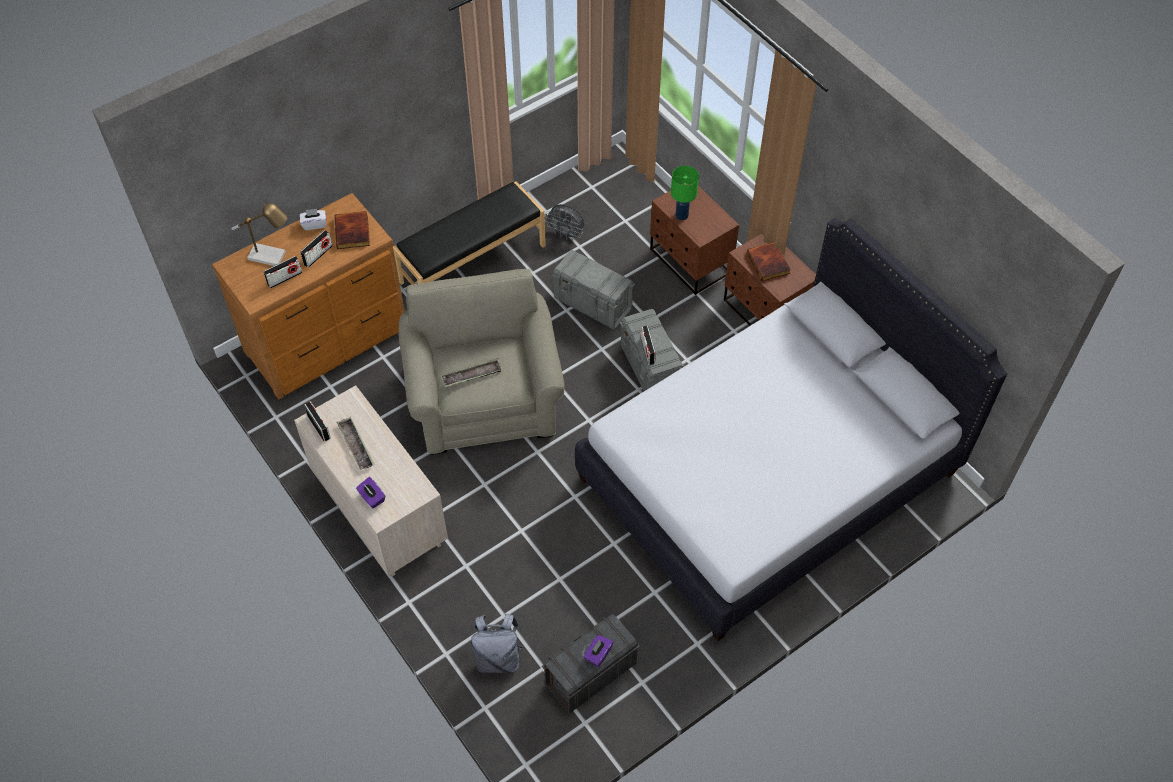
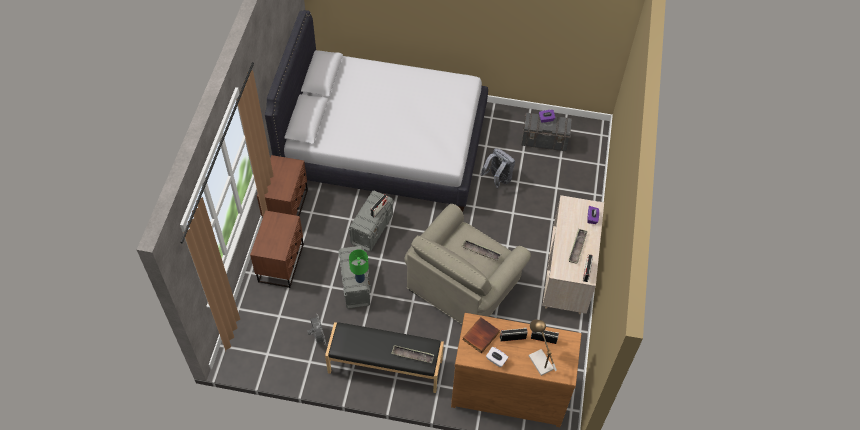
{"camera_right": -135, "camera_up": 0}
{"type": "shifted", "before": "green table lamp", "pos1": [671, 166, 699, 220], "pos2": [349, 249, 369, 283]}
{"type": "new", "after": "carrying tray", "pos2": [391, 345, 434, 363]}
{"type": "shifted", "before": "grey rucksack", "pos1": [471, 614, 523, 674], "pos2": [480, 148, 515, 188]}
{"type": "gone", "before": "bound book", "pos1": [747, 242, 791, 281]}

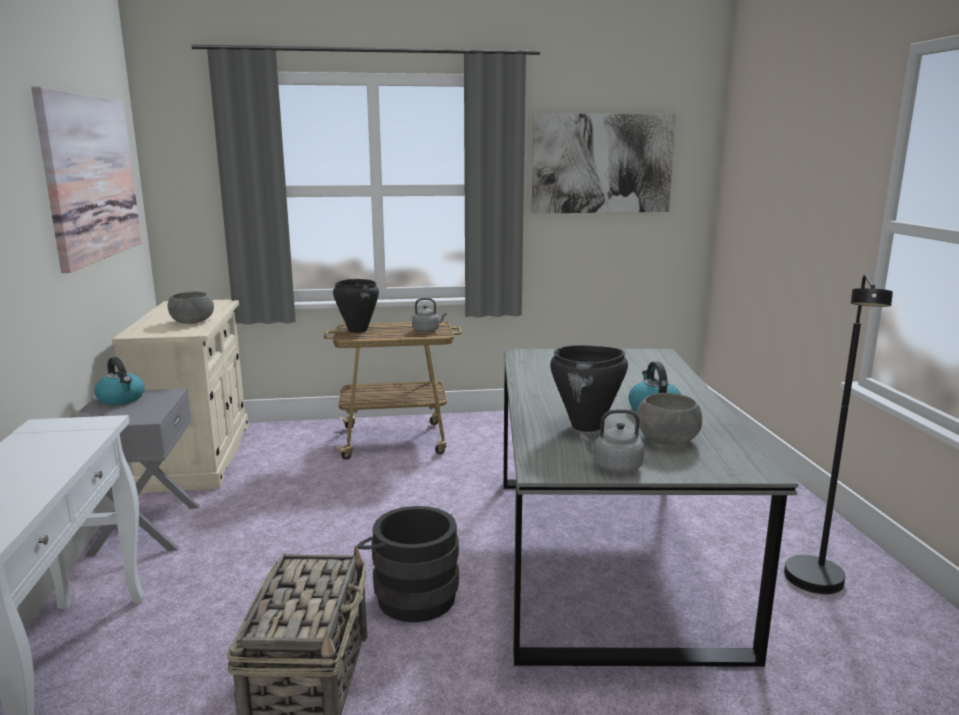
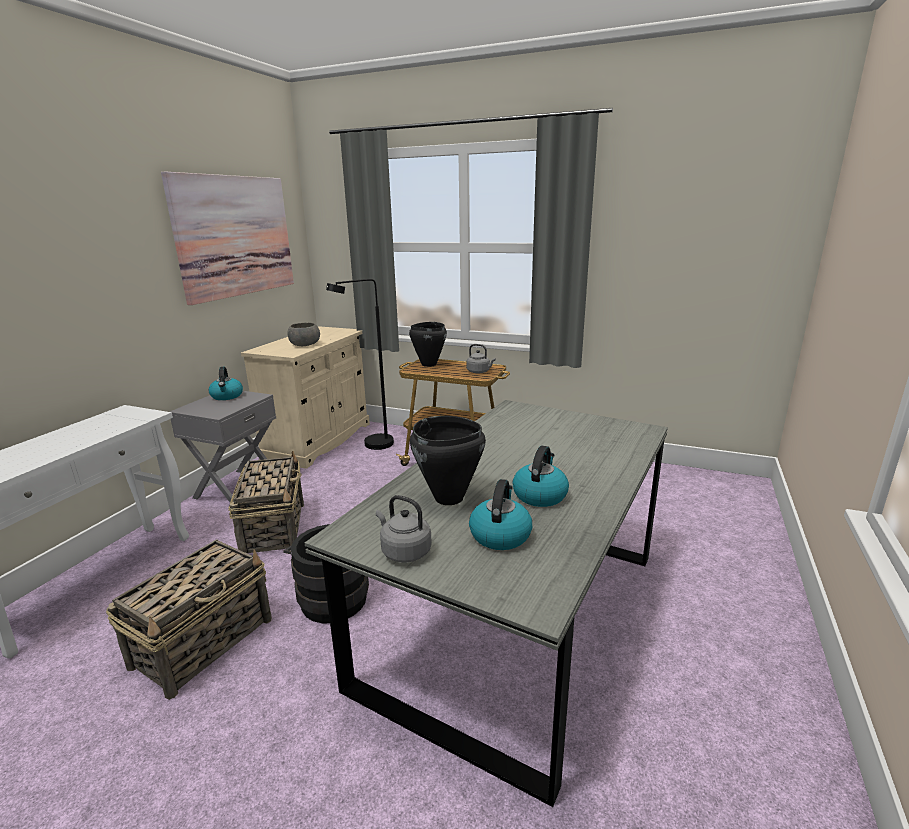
{"camera_right": 30, "camera_up": 5}
{"type": "new", "after": "storage basket", "pos2": [228, 451, 304, 554]}
{"type": "shifted", "before": "black standing lamp", "pos1": [784, 274, 893, 594], "pos2": [326, 279, 394, 450]}
{"type": "swapped", "before": "grey deep dish", "after": "tea kettle", "pos1": [637, 393, 702, 445], "pos2": [469, 479, 532, 550]}
{"type": "gone", "before": "picture", "pos1": [531, 113, 676, 214]}

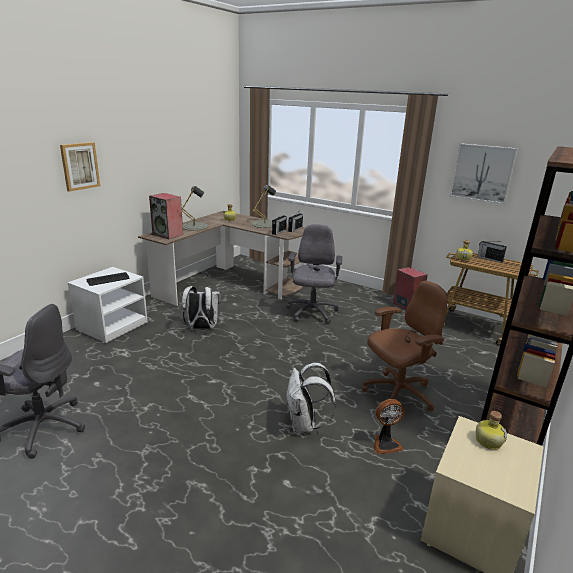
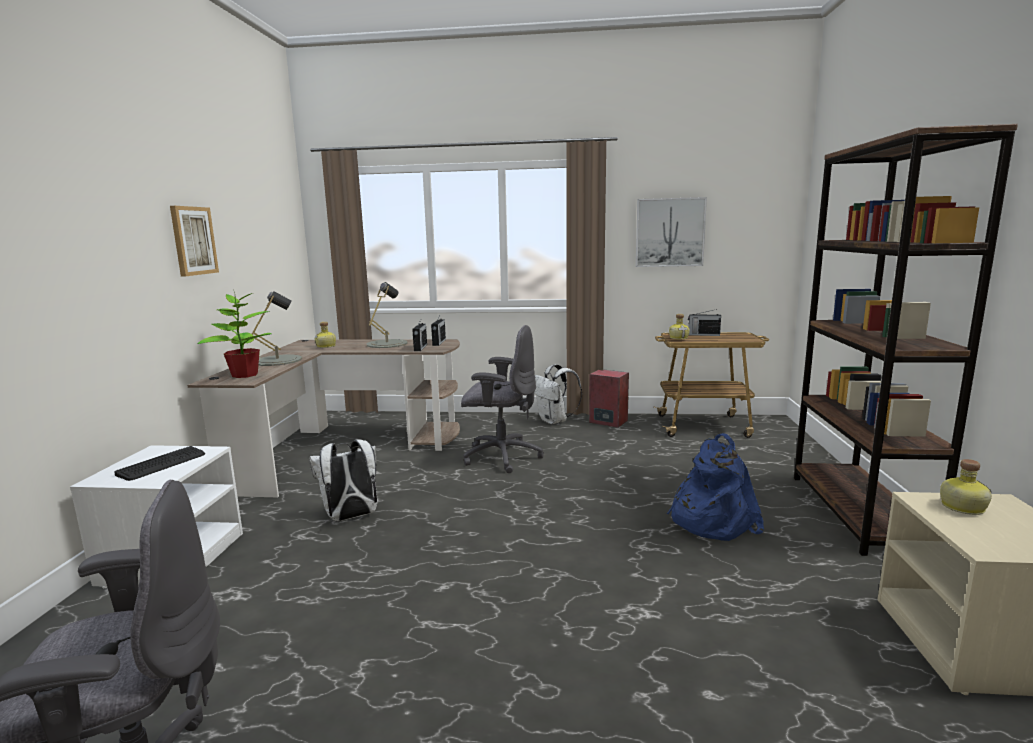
{"camera_right": -25, "camera_up": -10}
{"type": "shifted", "before": "picture", "pos1": [60, 142, 100, 192], "pos2": [170, 206, 219, 277]}
{"type": "swapped", "before": "audio speaker", "after": "plant in a pot", "pos1": [149, 193, 183, 239], "pos2": [197, 292, 272, 378]}
{"type": "rotated", "before": "grey desk chair", "pos1": [286, 224, 342, 324], "pos2": [461, 325, 544, 473], "turn": 120}
{"type": "shifted", "before": "whitish rucksack", "pos1": [286, 363, 336, 432], "pos2": [534, 364, 582, 424]}
{"type": "swapped", "before": "brown desk chair", "after": "blue-coloured rucksack", "pos1": [362, 281, 447, 412], "pos2": [667, 433, 764, 541]}
{"type": "gone", "before": "electric fan", "pos1": [374, 399, 405, 454]}

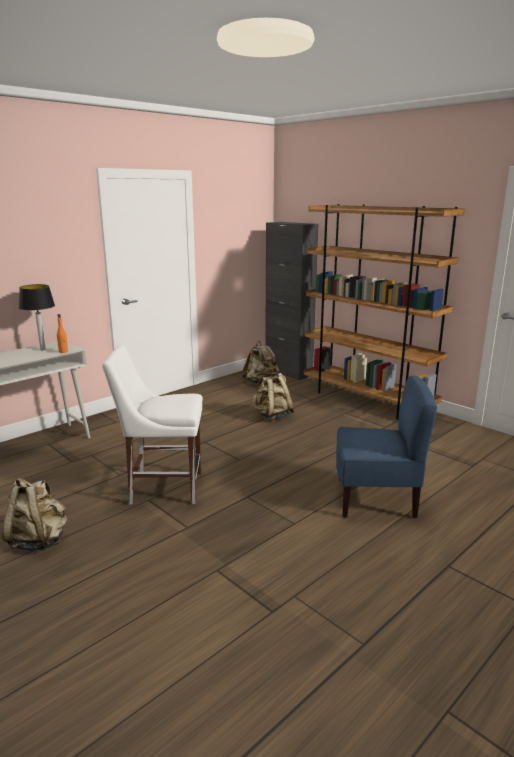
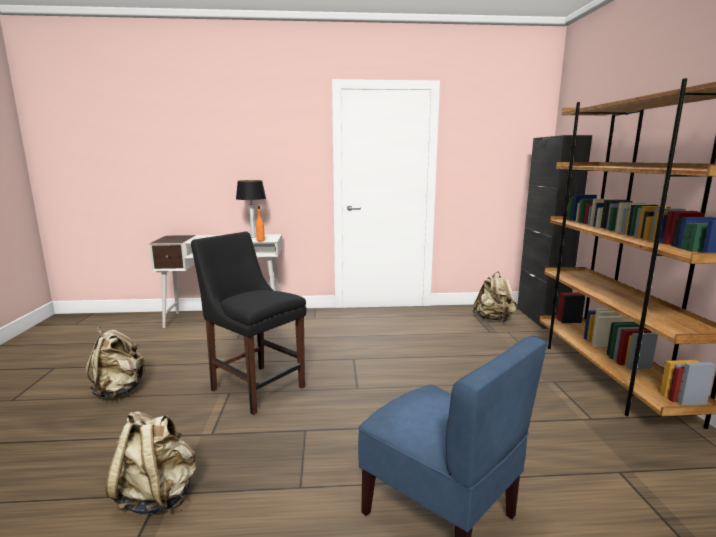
{"camera_right": 40, "camera_up": -5}
{"type": "shifted", "before": "sand-coloured rucksack", "pos1": [253, 372, 294, 421], "pos2": [106, 411, 196, 515]}
{"type": "repainted", "before": "whitish chair", "after": "black chair", "pos1": [102, 345, 203, 505], "pos2": [191, 232, 307, 415]}

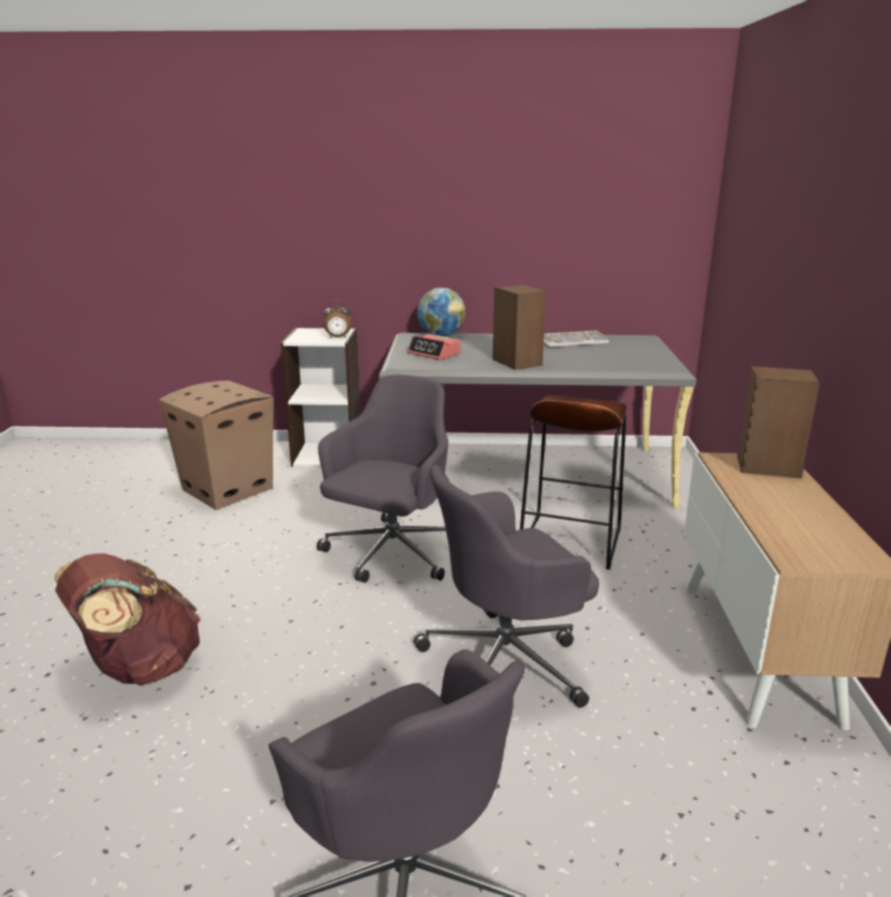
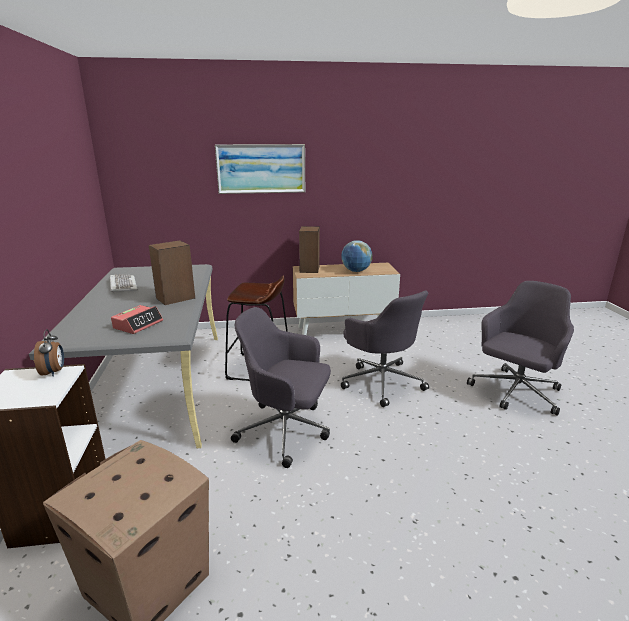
{"camera_right": -100, "camera_up": 0}
{"type": "new", "after": "picture", "pos2": [215, 144, 305, 194]}
{"type": "shifted", "before": "globe", "pos1": [417, 288, 465, 337], "pos2": [342, 240, 372, 272]}
{"type": "gone", "before": "brown rucksack", "pos1": [54, 553, 201, 685]}

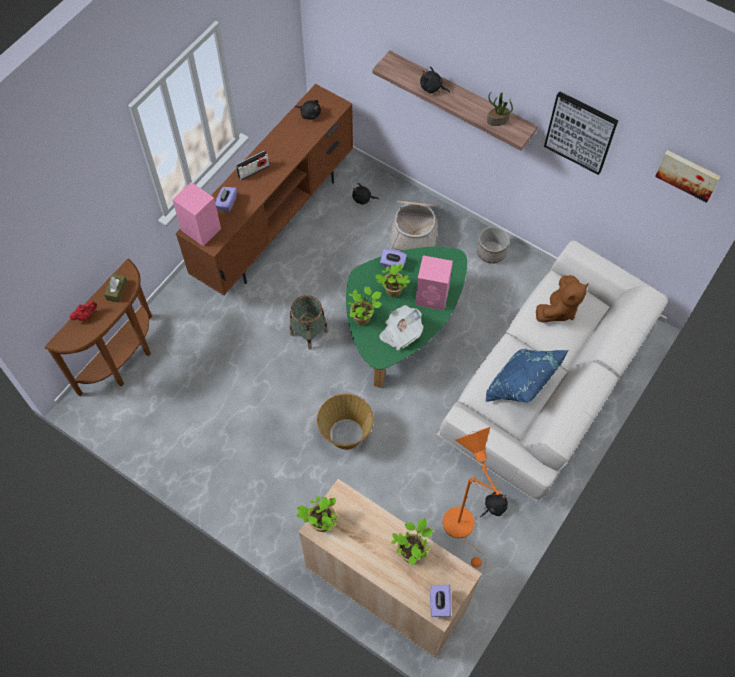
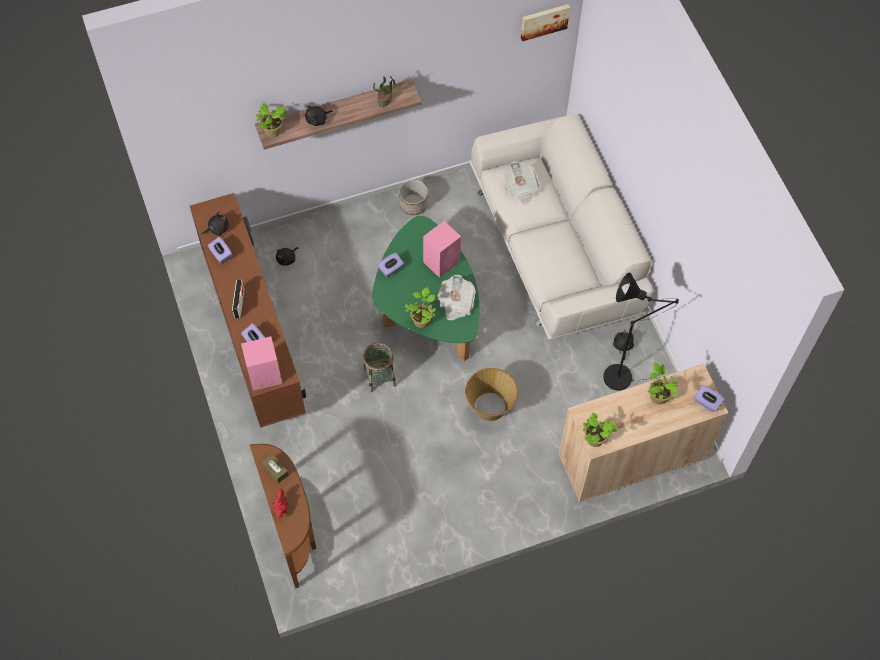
{"camera_right": -55, "camera_up": 0}
{"type": "new", "after": "purple tissue holder", "pos2": [208, 237, 232, 264]}
{"type": "shifted", "before": "plant in a pot", "pos1": [375, 264, 410, 297], "pos2": [256, 104, 288, 137]}
{"type": "swapped", "before": "brown soft toy", "after": "printed paper", "pos1": [536, 275, 589, 323], "pos2": [504, 161, 540, 205]}
{"type": "repainted", "before": "orangey standing lamp", "after": "black standing lamp", "pos1": [442, 427, 501, 569], "pos2": [603, 273, 679, 391]}
{"type": "gone", "before": "storage basket", "pos1": [390, 200, 439, 251]}
{"type": "gone", "before": "blue-coloured pillow", "pos1": [486, 348, 569, 403]}
{"type": "gone", "before": "picture", "pos1": [544, 91, 618, 175]}

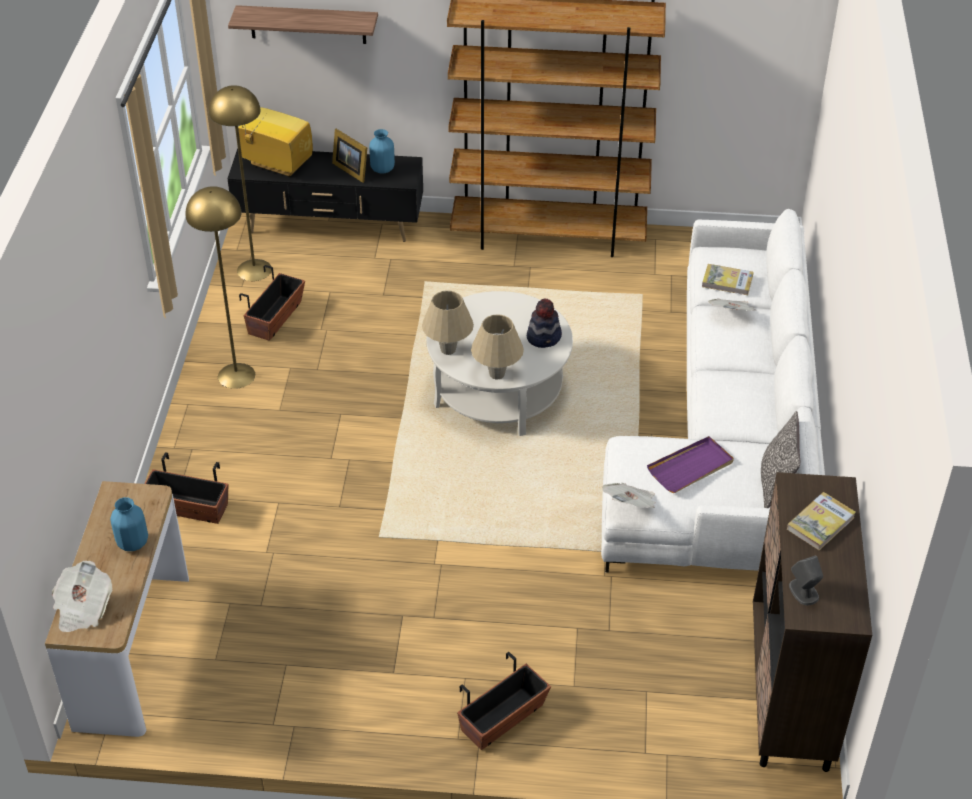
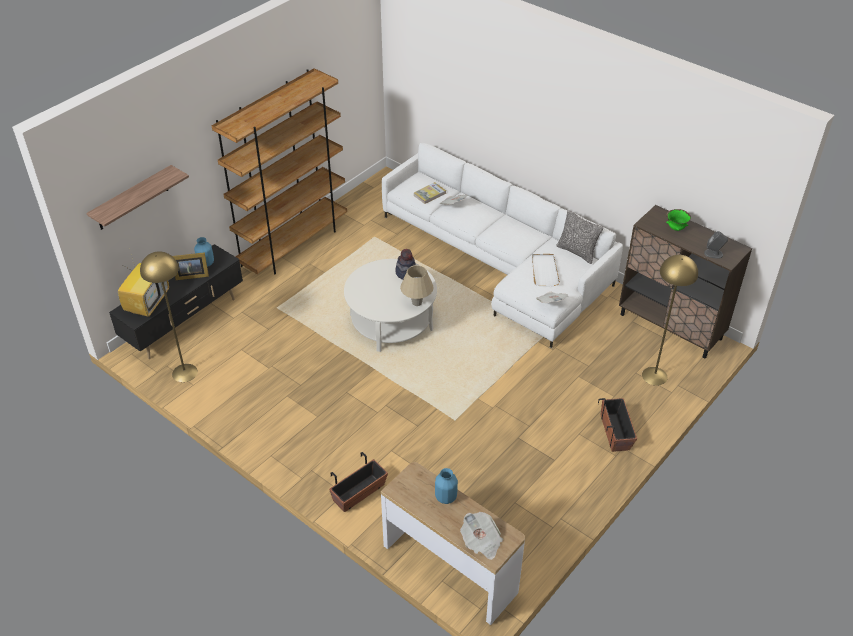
{"camera_right": -55, "camera_up": 0}
{"type": "rotated", "before": "TV set", "pos1": [238, 107, 313, 177], "pos2": [118, 255, 169, 317], "turn": 135}
{"type": "repainted", "before": "purple carrying tray", "after": "whitish carrying tray", "pos1": [647, 436, 734, 493], "pos2": [532, 254, 560, 287]}
{"type": "shifted", "before": "yellowish standing lamp", "pos1": [186, 186, 255, 389], "pos2": [642, 255, 698, 386]}
{"type": "swapped", "before": "bound book", "after": "green deep dish", "pos1": [787, 492, 856, 550], "pos2": [666, 209, 691, 231]}
{"type": "gone", "before": "flower pot", "pos1": [239, 265, 305, 341]}
{"type": "gone", "before": "sand-coloured table lamp", "pos1": [422, 290, 474, 355]}

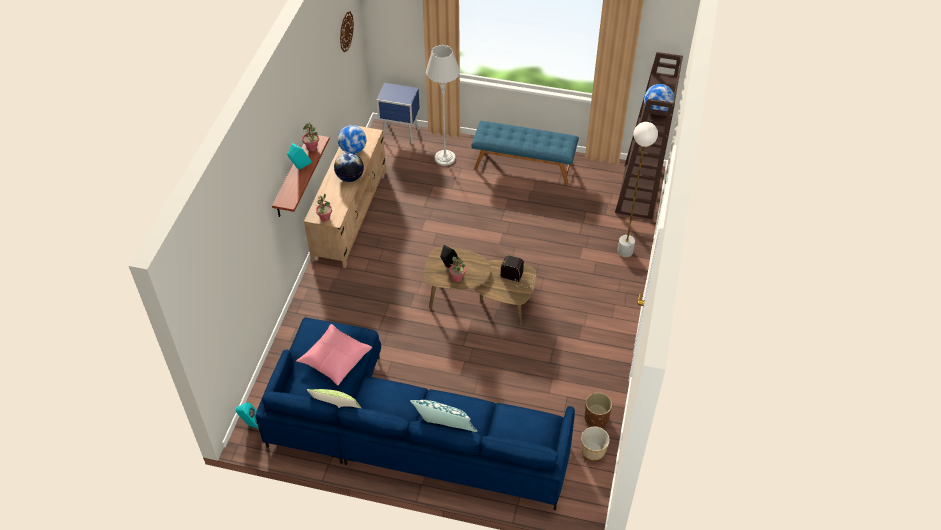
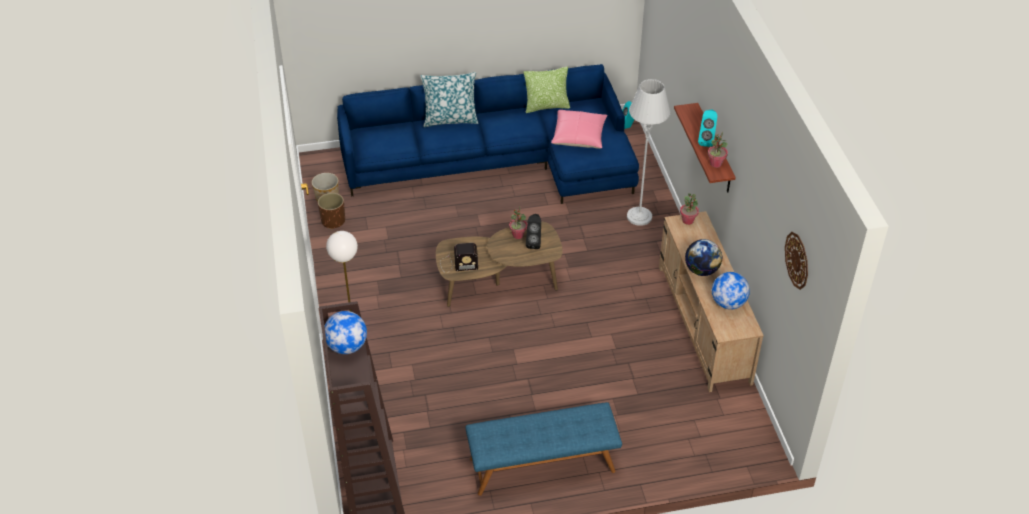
{"camera_right": 155, "camera_up": -5}
{"type": "shifted", "before": "grey standing lamp", "pos1": [426, 45, 460, 166], "pos2": [627, 79, 670, 226]}
{"type": "gone", "before": "blue-coloured night table", "pos1": [376, 83, 420, 144]}

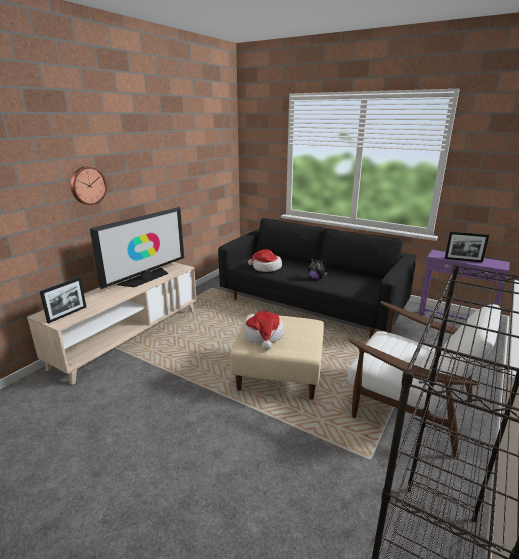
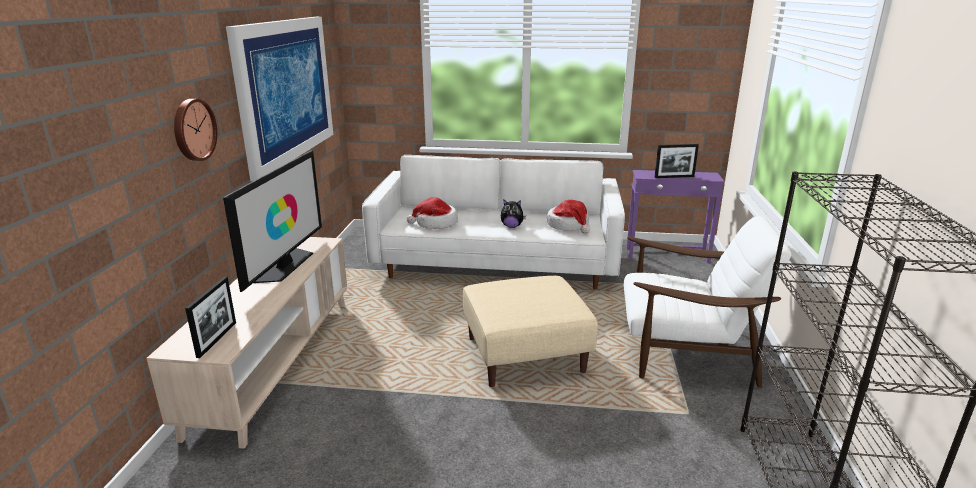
{"camera_right": -25, "camera_up": 0}
{"type": "new", "after": "picture", "pos2": [226, 17, 333, 181]}
{"type": "repainted", "before": "black couch", "after": "whitish couch", "pos1": [218, 218, 416, 338], "pos2": [362, 155, 625, 290]}
{"type": "shifted", "before": "wearable hat", "pos1": [243, 311, 284, 350], "pos2": [547, 200, 590, 234]}

